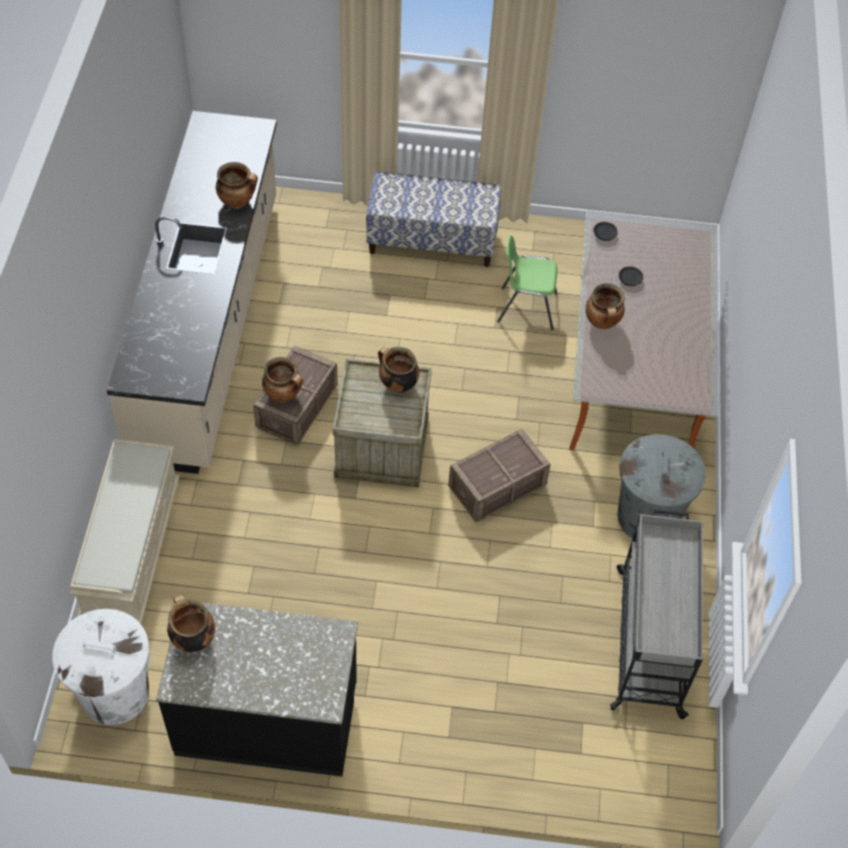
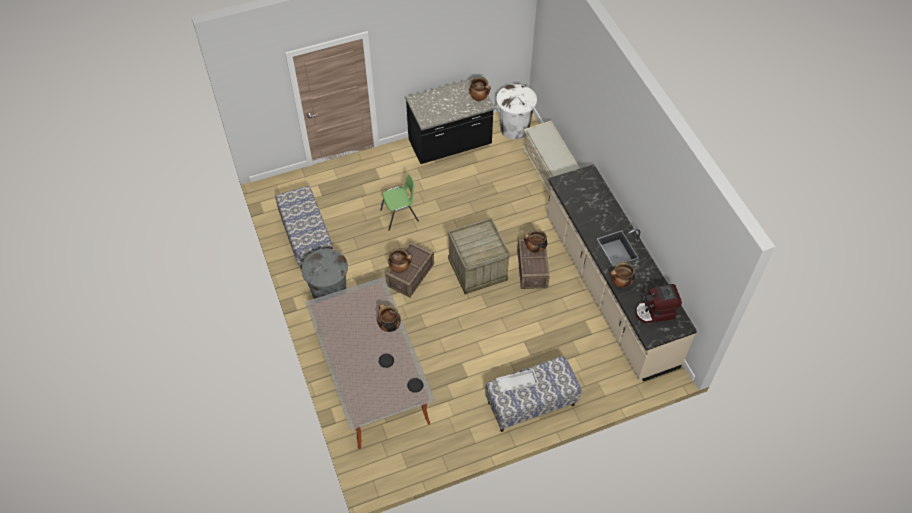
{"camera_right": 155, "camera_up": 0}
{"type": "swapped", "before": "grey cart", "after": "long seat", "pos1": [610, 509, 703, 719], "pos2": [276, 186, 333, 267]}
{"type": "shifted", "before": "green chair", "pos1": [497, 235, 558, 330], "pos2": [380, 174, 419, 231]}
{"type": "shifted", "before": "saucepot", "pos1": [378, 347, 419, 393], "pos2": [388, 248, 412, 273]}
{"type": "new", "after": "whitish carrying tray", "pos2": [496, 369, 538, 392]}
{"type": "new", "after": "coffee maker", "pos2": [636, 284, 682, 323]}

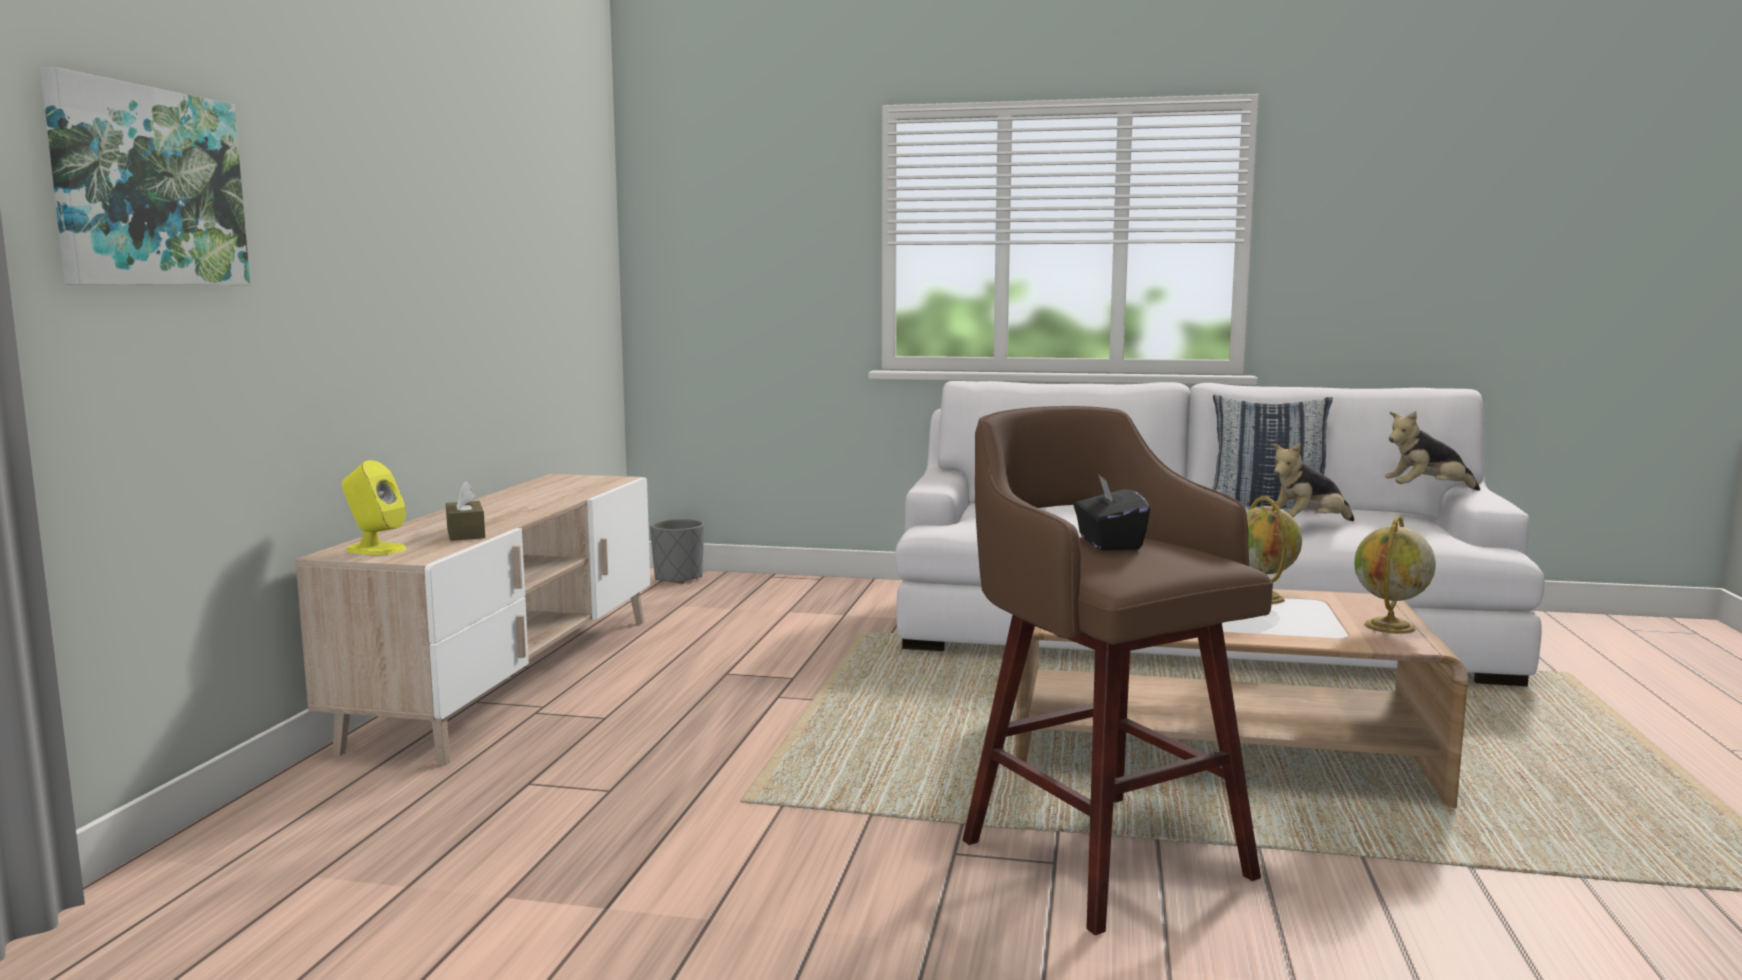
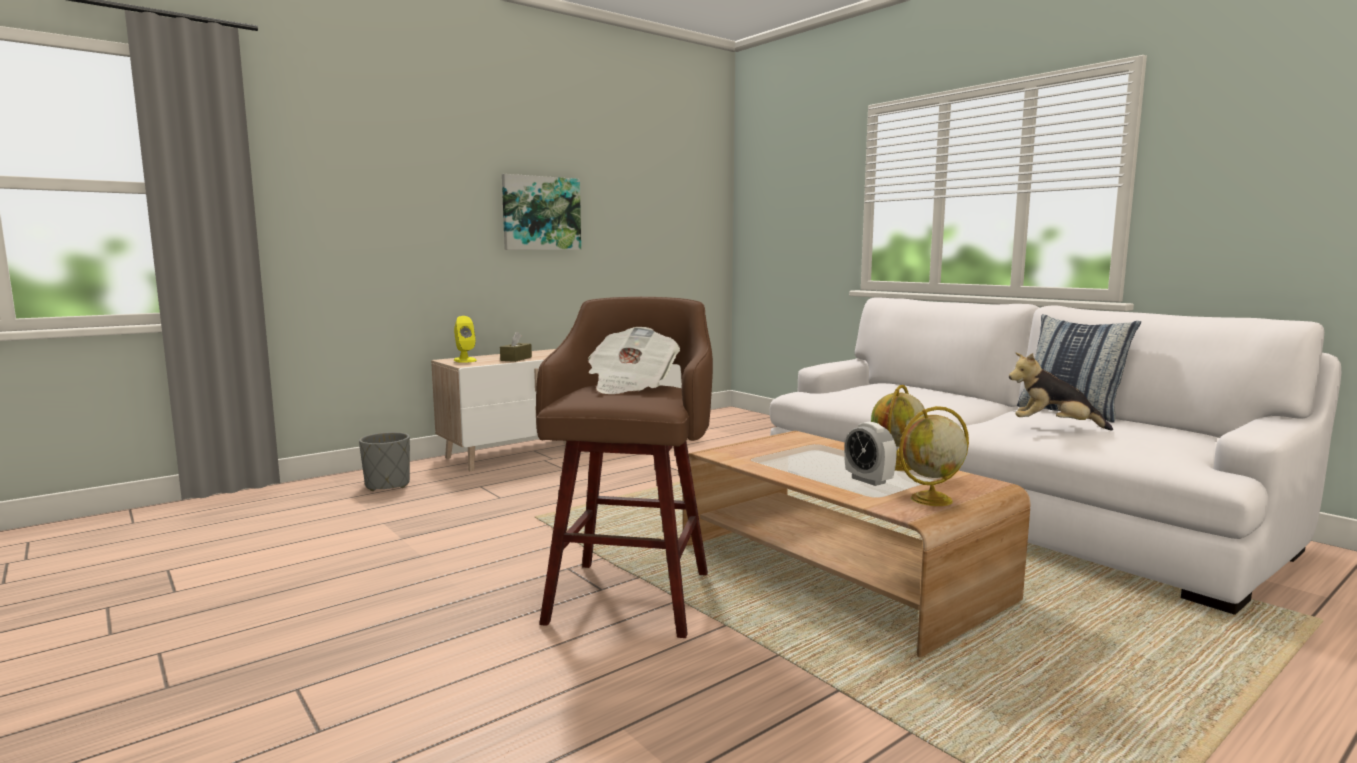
{"camera_right": 40, "camera_up": 0}
{"type": "shifted", "before": "grey flower pot", "pos1": [650, 519, 704, 584], "pos2": [359, 432, 410, 491]}
{"type": "shifted", "before": "picture", "pos1": [40, 67, 250, 285], "pos2": [502, 174, 581, 250]}
{"type": "swapped", "before": "black tissue holder", "after": "printed paper", "pos1": [1073, 474, 1150, 550], "pos2": [588, 327, 680, 394]}
{"type": "new", "after": "bedside clock", "pos2": [844, 422, 897, 486]}
{"type": "gone", "before": "soft toy", "pos1": [1385, 411, 1480, 491]}

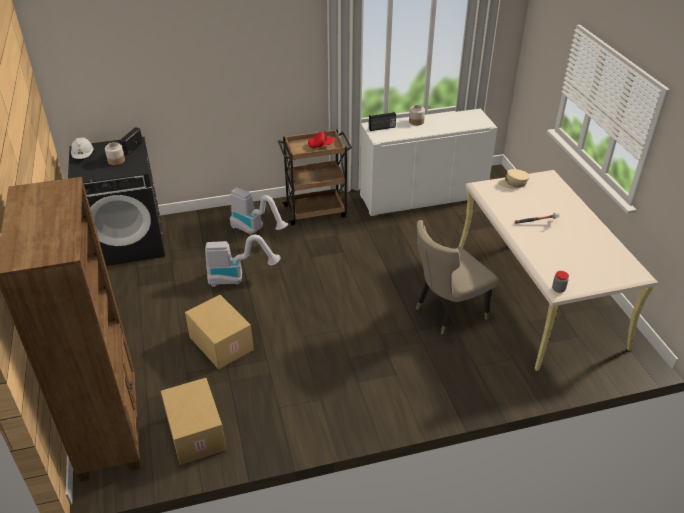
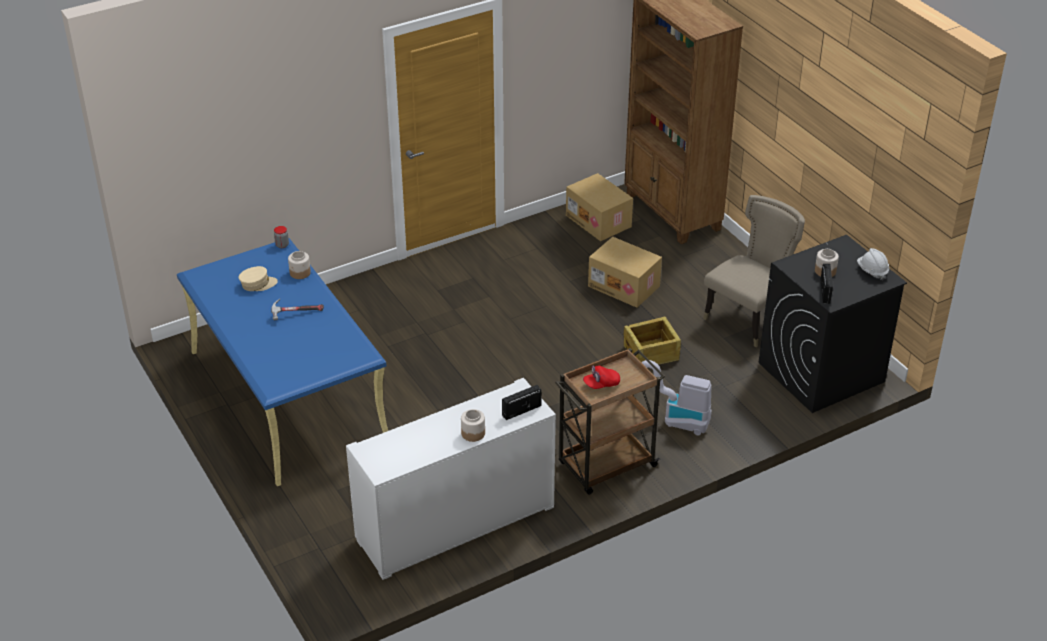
{"camera_right": 165, "camera_up": 0}
{"type": "repainted", "before": "sand-coloured desk", "after": "blue-coloured desk", "pos1": [459, 170, 658, 371], "pos2": [177, 238, 388, 486]}
{"type": "shifted", "before": "sand-coloured peaked cap", "pos1": [498, 169, 530, 189], "pos2": [239, 266, 278, 291]}
{"type": "new", "after": "storage jar", "pos2": [288, 251, 311, 279]}
{"type": "swapped", "before": "hoover", "after": "crate", "pos1": [205, 235, 281, 287], "pos2": [624, 317, 681, 365]}
{"type": "shifted", "before": "sand-coloured chair", "pos1": [416, 220, 498, 334], "pos2": [703, 195, 805, 348]}

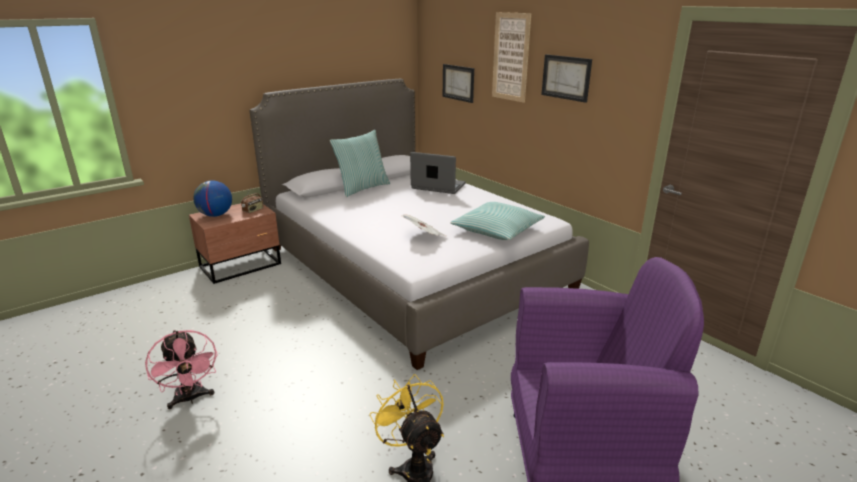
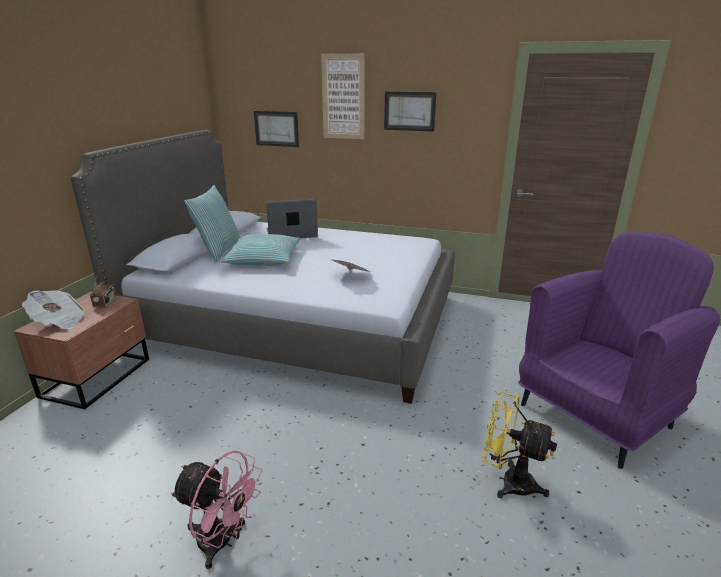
{"camera_right": -35, "camera_up": 0}
{"type": "swapped", "before": "globe", "after": "printed paper", "pos1": [193, 181, 232, 217], "pos2": [22, 290, 86, 329]}
{"type": "shifted", "before": "pillow", "pos1": [450, 202, 545, 240], "pos2": [220, 234, 300, 266]}

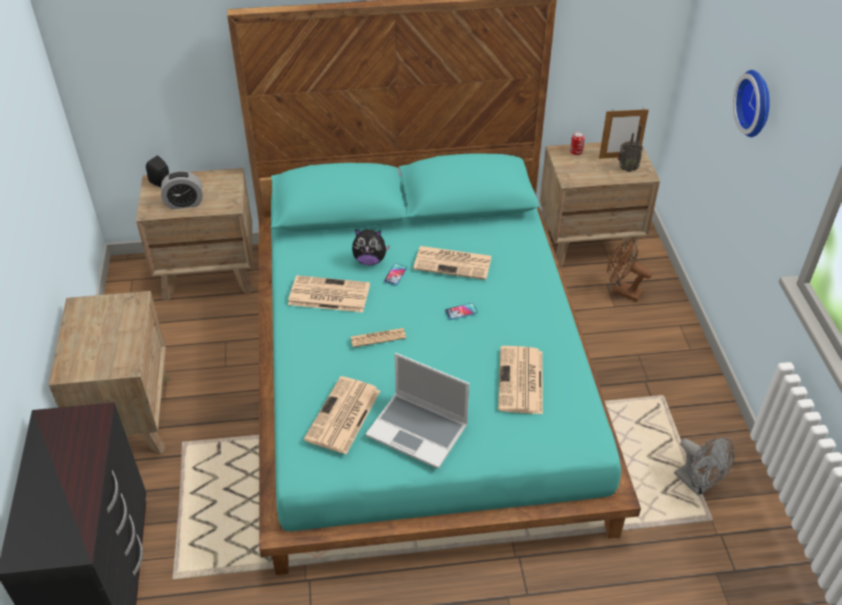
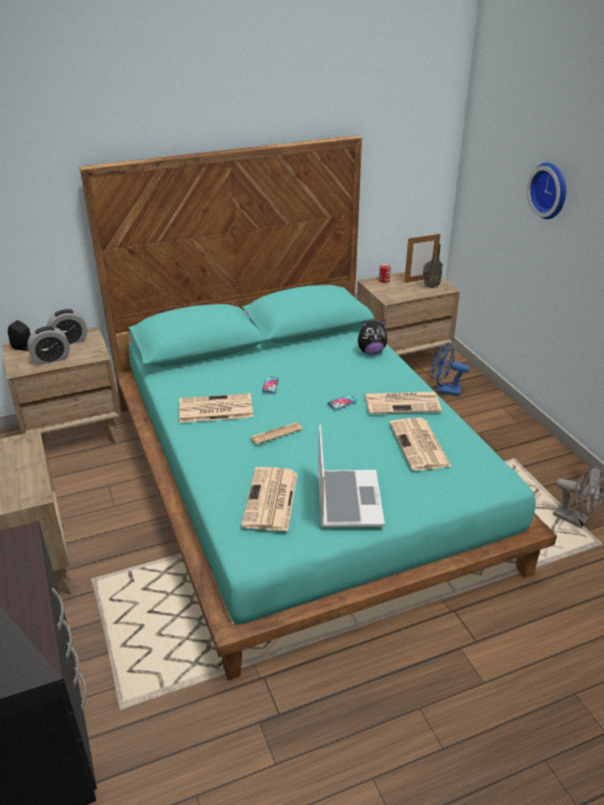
{"camera_right": -15, "camera_up": -10}
{"type": "new", "after": "bedside clock", "pos2": [47, 309, 87, 345]}
{"type": "rotated", "before": "portable computer", "pos1": [365, 353, 469, 469], "pos2": [318, 424, 385, 527], "turn": -105}
{"type": "shifted", "before": "soft toy", "pos1": [352, 229, 390, 265], "pos2": [358, 319, 387, 355]}
{"type": "shifted", "before": "printed paper", "pos1": [413, 246, 492, 280], "pos2": [365, 392, 442, 414]}
{"type": "repainted", "before": "brown electric fan", "after": "blue-coloured electric fan", "pos1": [607, 239, 652, 302], "pos2": [431, 342, 470, 396]}

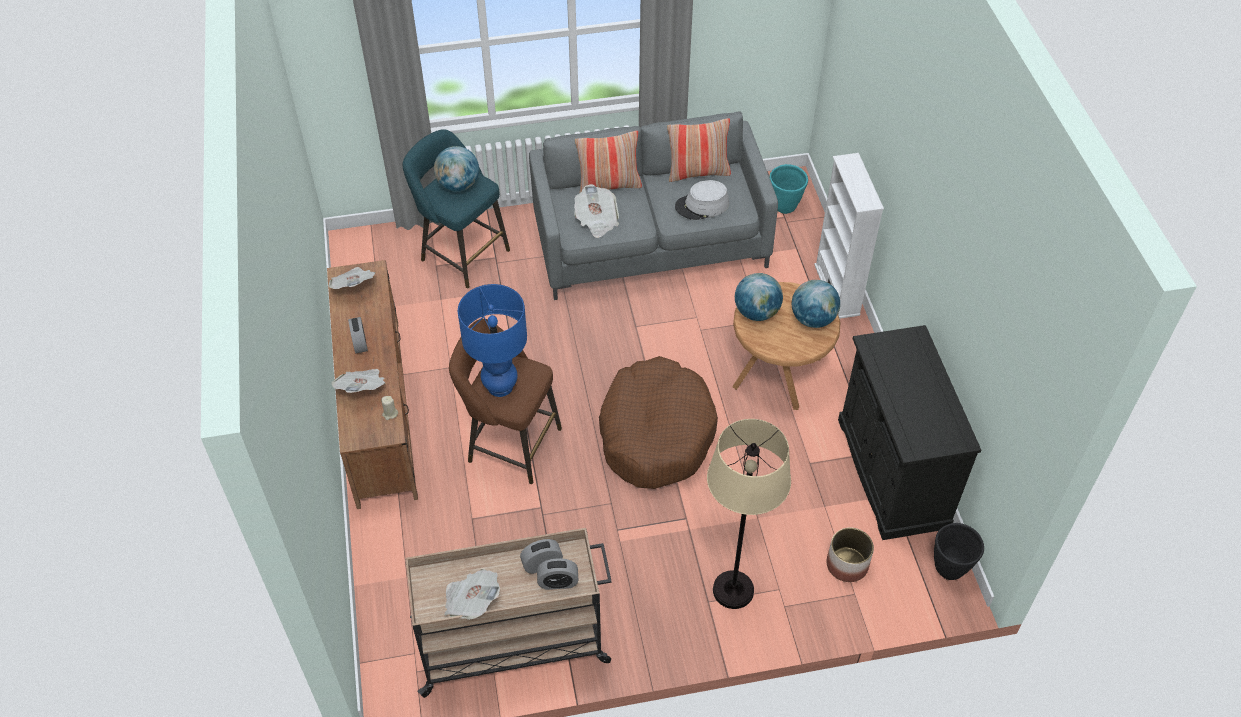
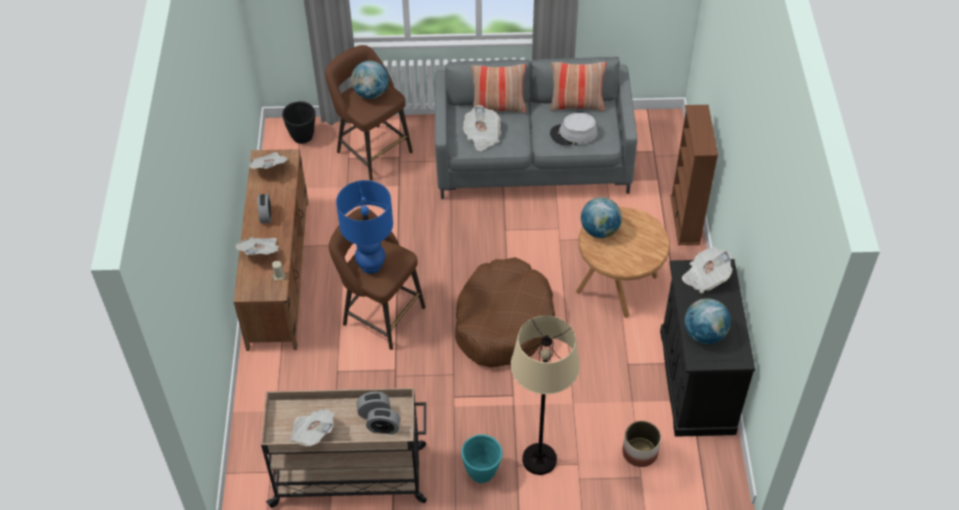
{"camera_right": 10, "camera_up": 0}
{"type": "shifted", "before": "black flower pot", "pos1": [934, 523, 984, 580], "pos2": [282, 101, 315, 144]}
{"type": "repainted", "before": "blue-green stool", "after": "brown stool", "pos1": [402, 129, 510, 288], "pos2": [325, 45, 413, 180]}
{"type": "shifted", "before": "blue-green flower pot", "pos1": [769, 164, 808, 214], "pos2": [461, 434, 502, 483]}
{"type": "repainted", "before": "whitish bookcase", "after": "brown bookcase", "pos1": [814, 153, 884, 319], "pos2": [670, 105, 718, 245]}
{"type": "new", "after": "printed paper", "pos2": [682, 247, 732, 293]}
{"type": "shifted", "before": "globe", "pos1": [792, 280, 840, 328], "pos2": [685, 298, 731, 344]}

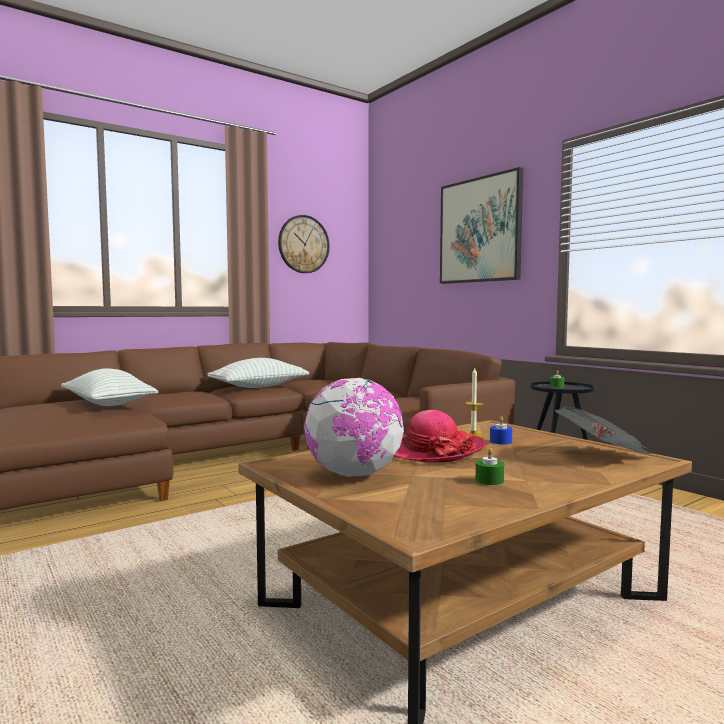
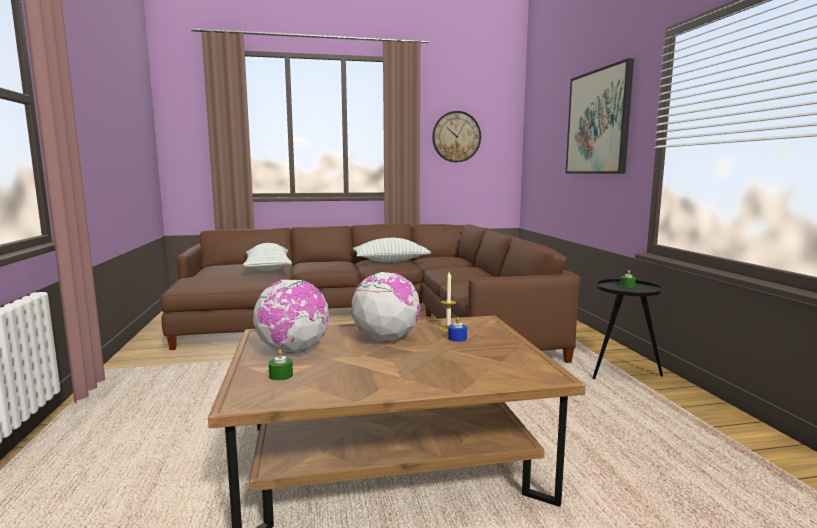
{"camera_right": 25, "camera_up": 5}
{"type": "shifted", "before": "green wax candle", "pos1": [475, 448, 504, 485], "pos2": [269, 350, 293, 381]}
{"type": "swapped", "before": "wearable hat", "after": "globe", "pos1": [394, 410, 487, 463], "pos2": [351, 272, 420, 341]}
{"type": "gone", "before": "printed paper", "pos1": [555, 407, 652, 454]}

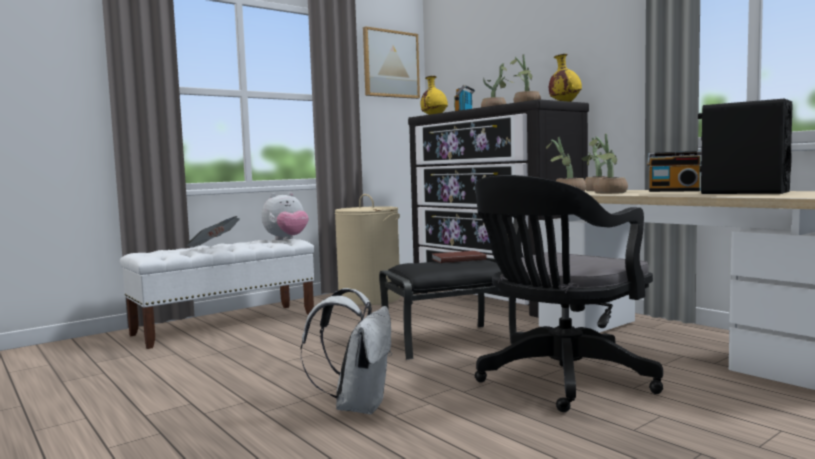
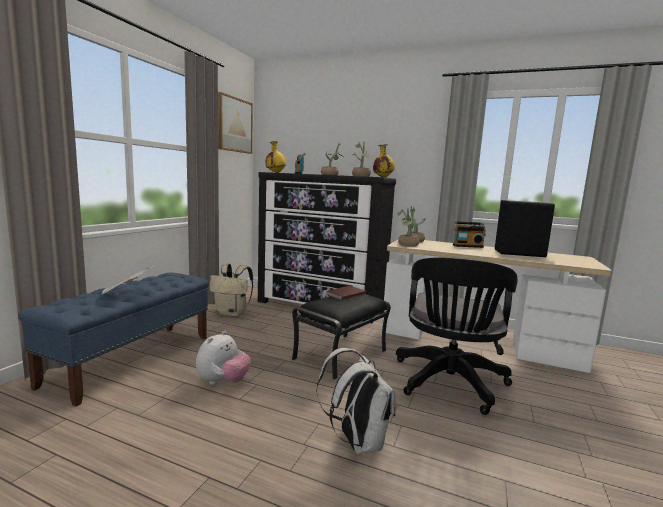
{"camera_right": -30, "camera_up": 5}
{"type": "repainted", "before": "whitish long seat", "after": "blue-coloured long seat", "pos1": [120, 238, 315, 349], "pos2": [18, 272, 209, 407]}
{"type": "shifted", "before": "soft toy", "pos1": [261, 193, 309, 240], "pos2": [196, 331, 251, 385]}
{"type": "swapped", "before": "sand-coloured hamper", "after": "sand-coloured rucksack", "pos1": [335, 194, 400, 305], "pos2": [210, 264, 253, 316]}
{"type": "gone", "before": "plant in a pot", "pos1": [589, 133, 628, 194]}

